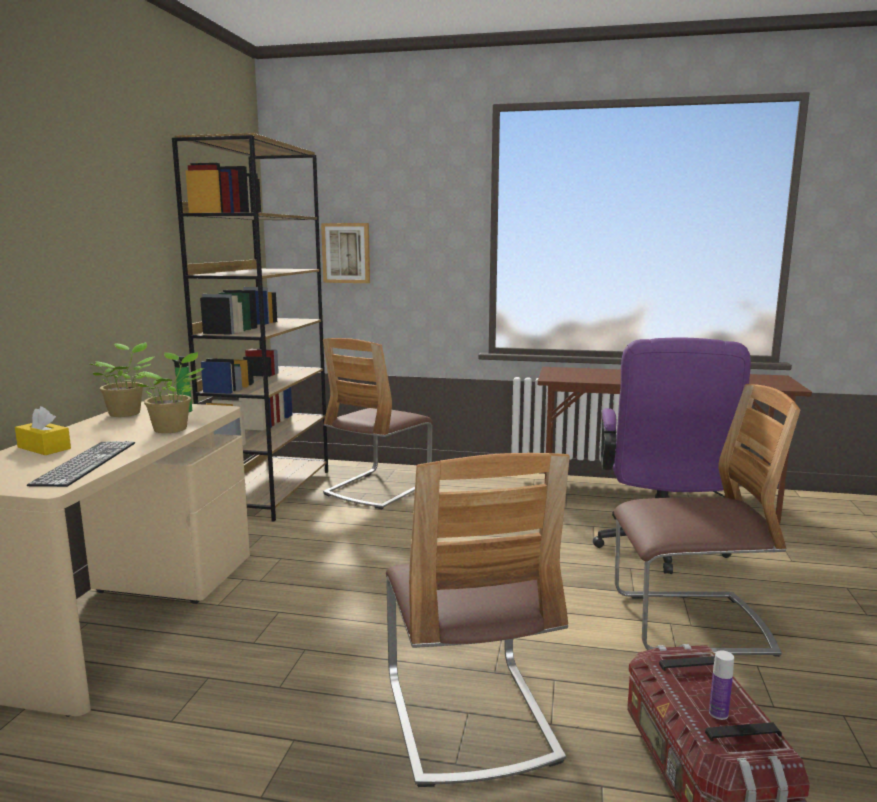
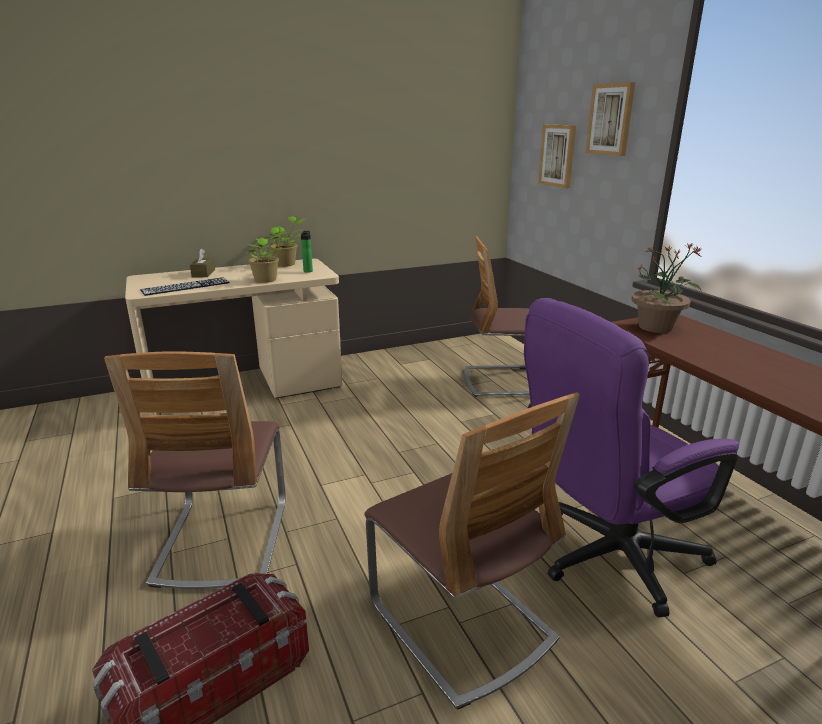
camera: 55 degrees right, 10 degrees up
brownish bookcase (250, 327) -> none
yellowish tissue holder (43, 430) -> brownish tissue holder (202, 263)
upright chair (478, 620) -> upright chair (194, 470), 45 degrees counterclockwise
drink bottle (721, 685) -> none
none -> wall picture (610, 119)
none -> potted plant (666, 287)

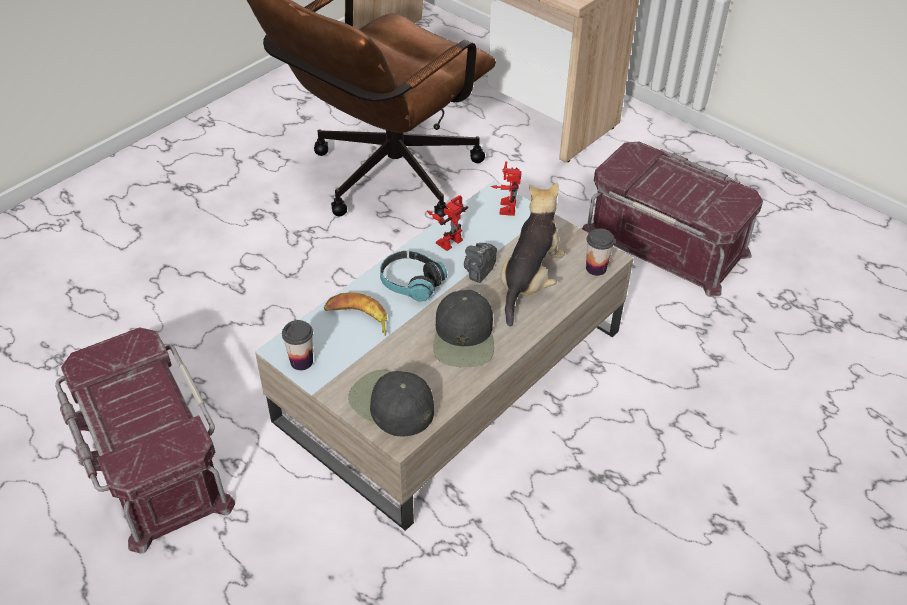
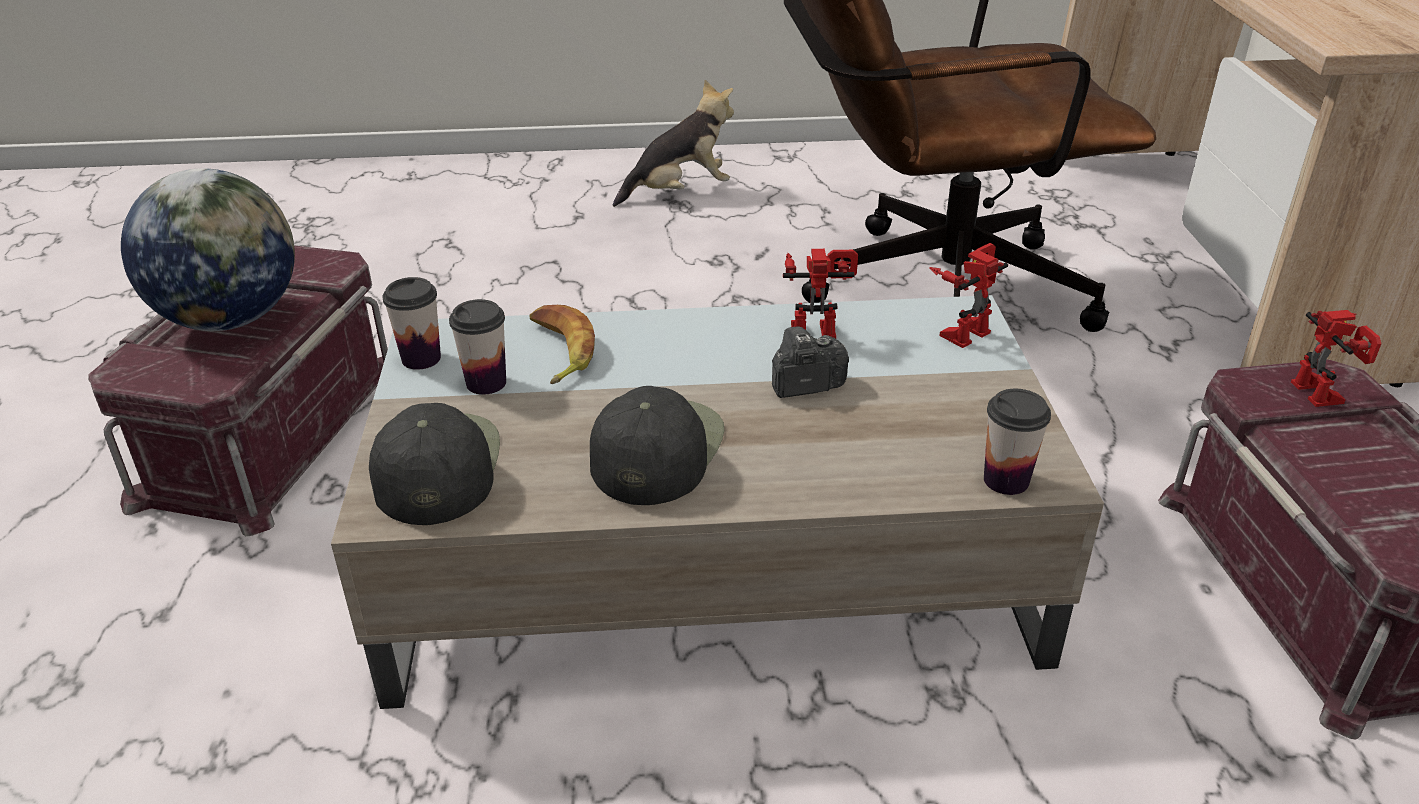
camera: 45 degrees right, 10 degrees down
cuddly toy (533, 255) -> cuddly toy (673, 143), move
headset (413, 276) -> none
blackish cap (463, 328) -> blackish cap (657, 445), 150 degrees clockwise
none -> desk globe (208, 249)
none -> cup (477, 347)
none -> robot figure (1336, 358)

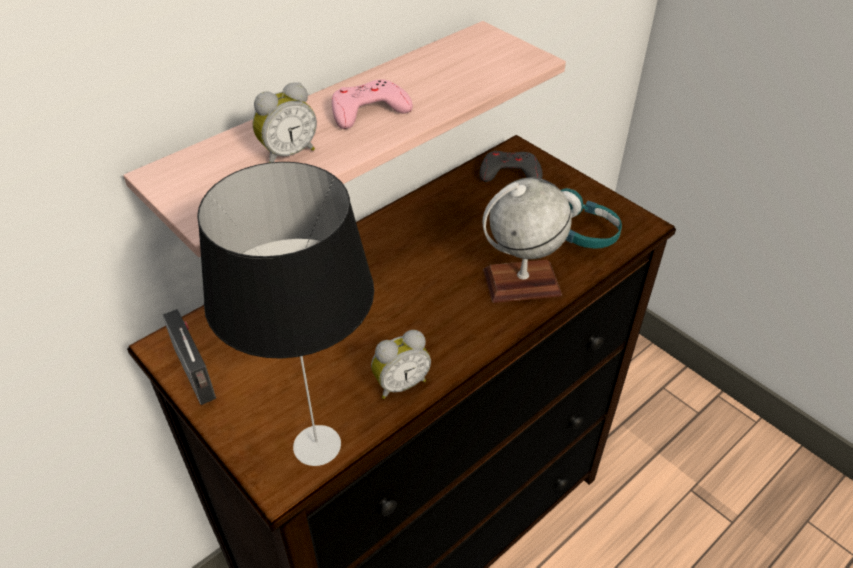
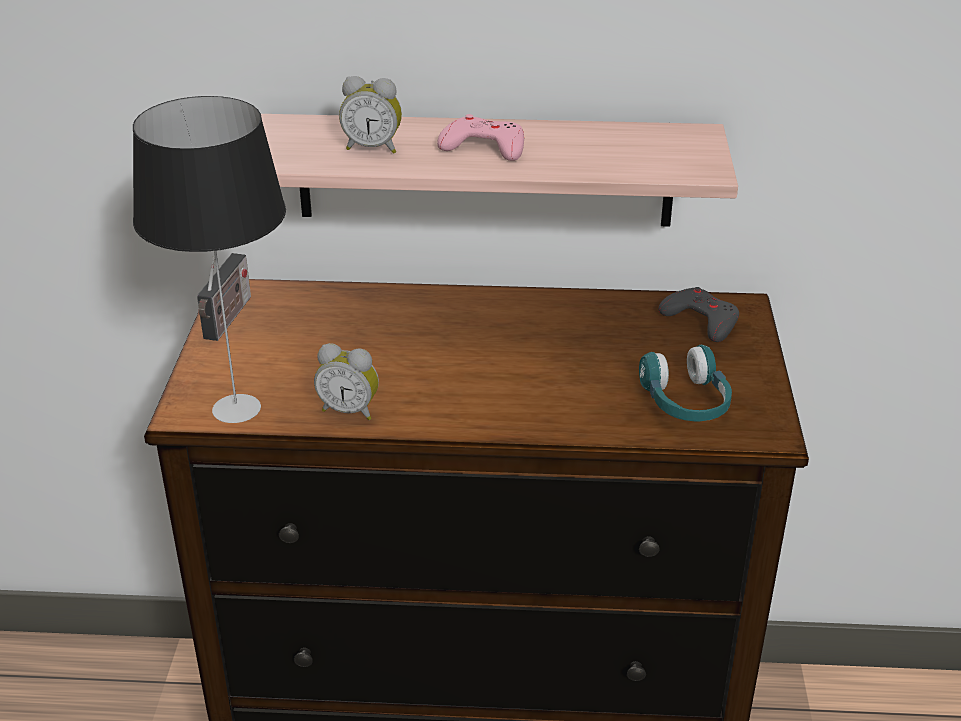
camera: 45 degrees right, 10 degrees down
desk globe (527, 240) -> none

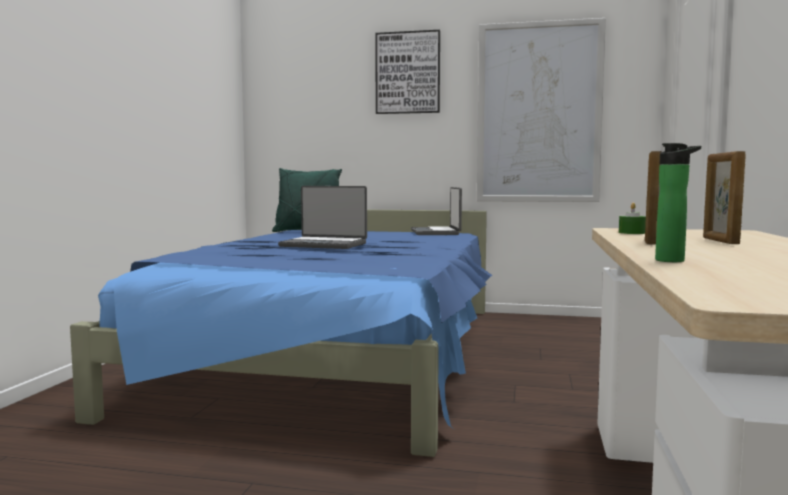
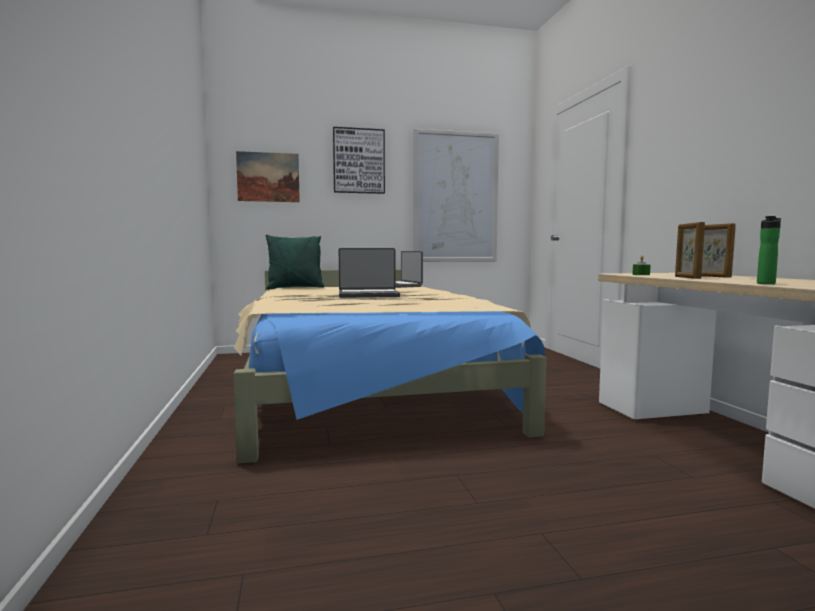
camera: 25 degrees left, 0 degrees up
blue sleeping bed (281, 333) -> beige-coloured sleeping bed (389, 366)
none -> wall picture (268, 176)

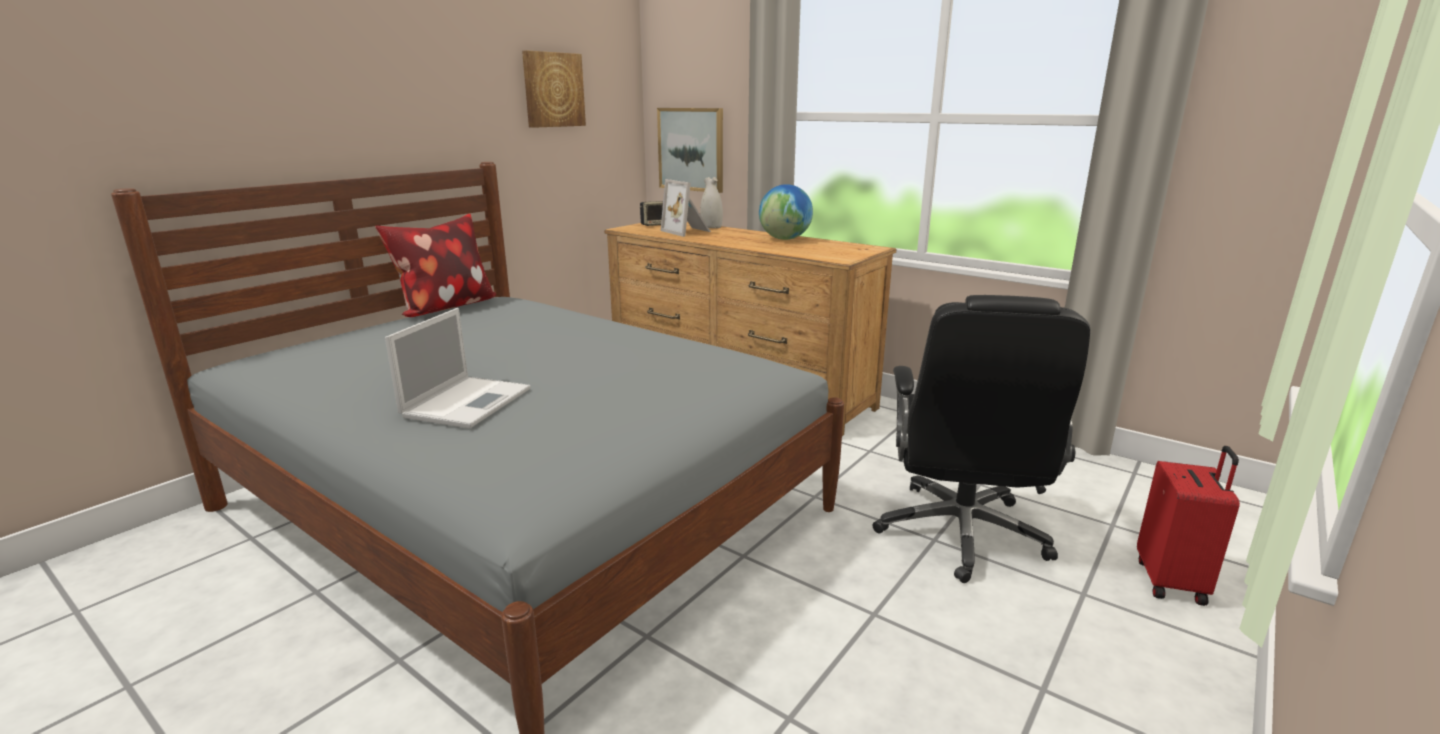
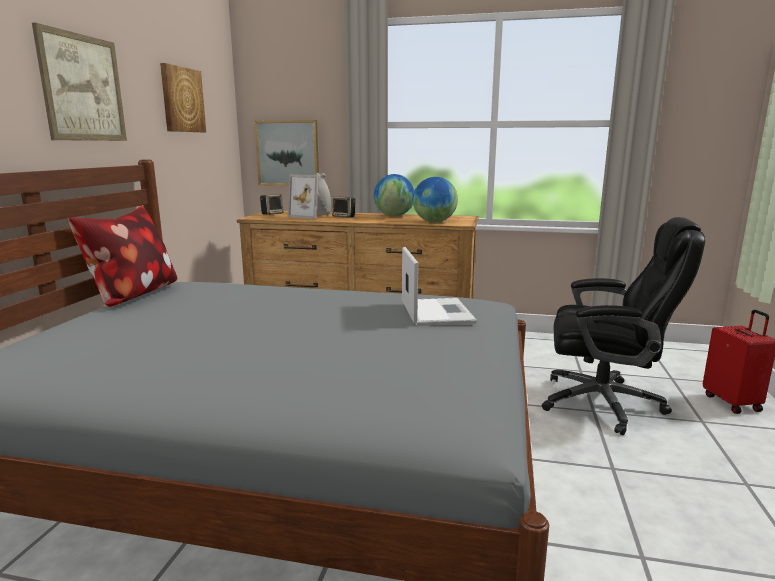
camera: 25 degrees left, 5 degrees down
blackish office chair (981, 439) -> blackish office chair (623, 326), 60 degrees counterclockwise
notebook computer (457, 368) -> notebook computer (439, 286), move
none -> wall picture (79, 82)
none -> desk globe (435, 199)
none -> loudspeaker (344, 207)

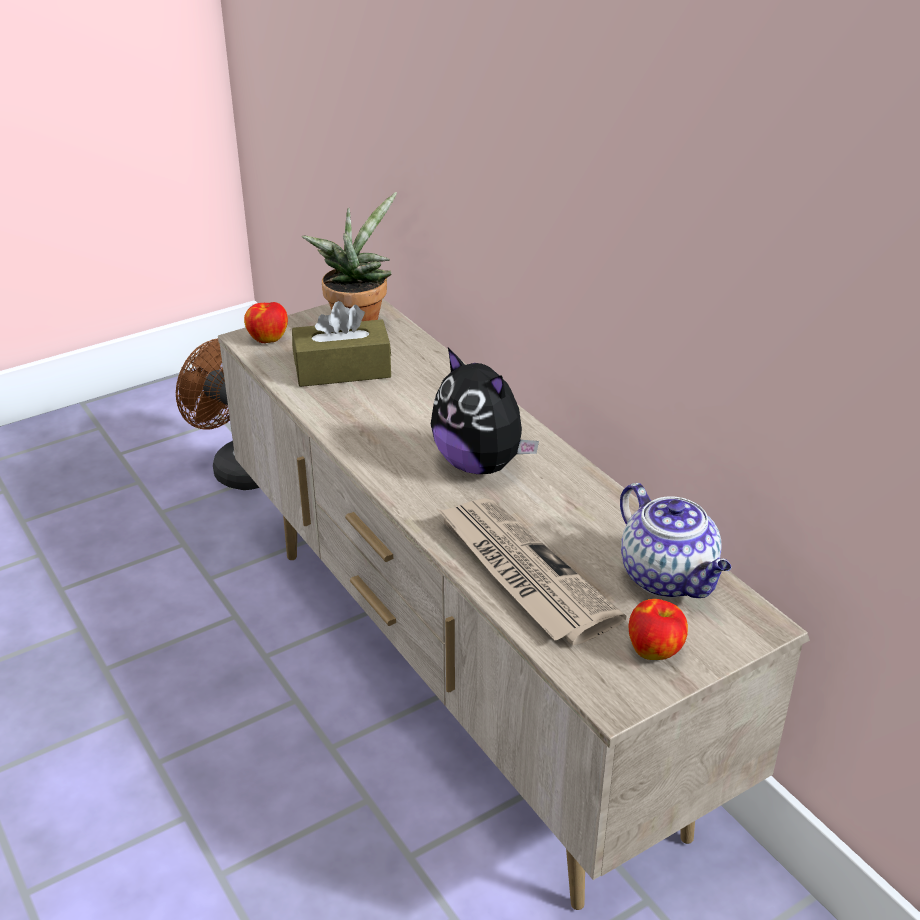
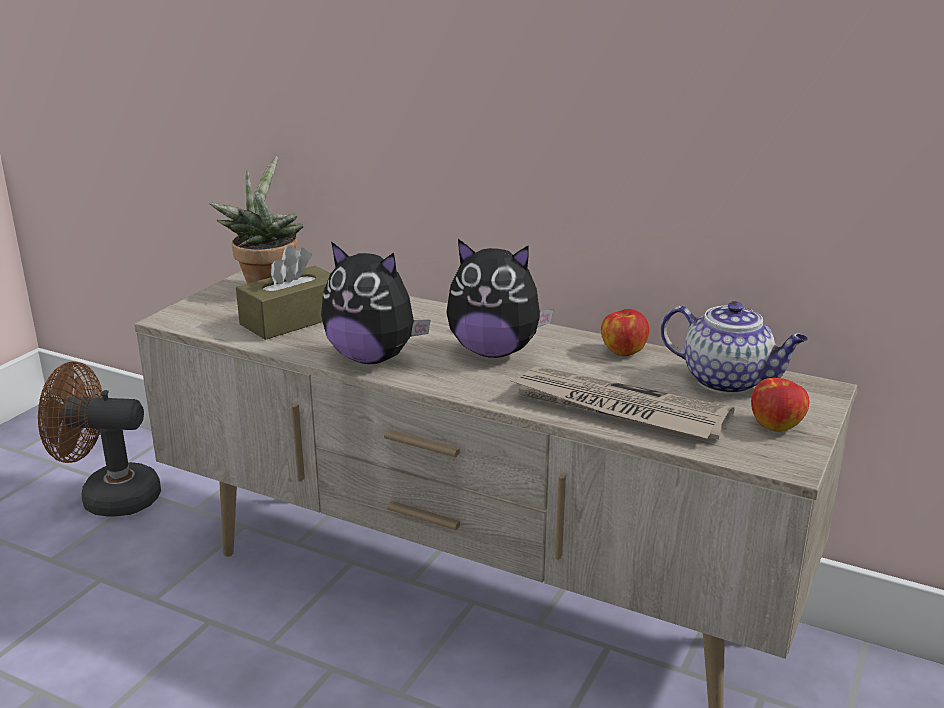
camera: 30 degrees left, 10 degrees down
apple fruit (266, 322) -> apple fruit (625, 332), move
none -> cuddly toy (375, 302)

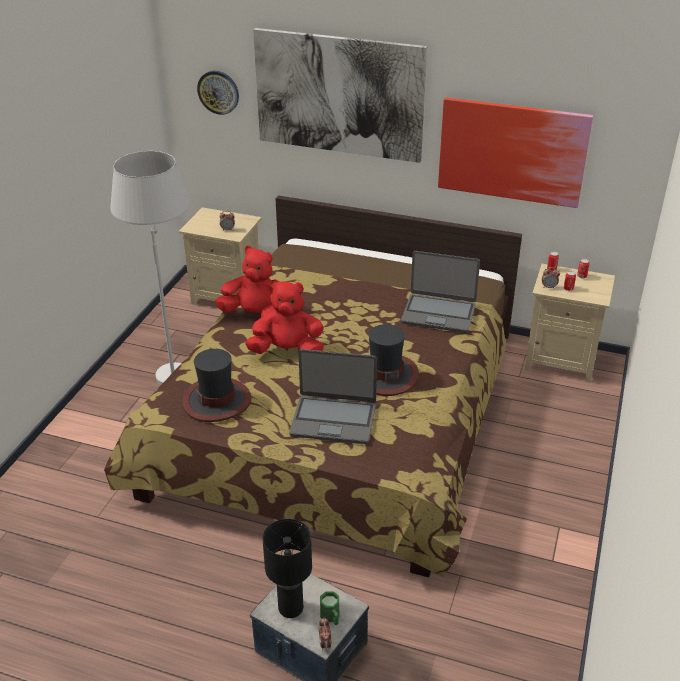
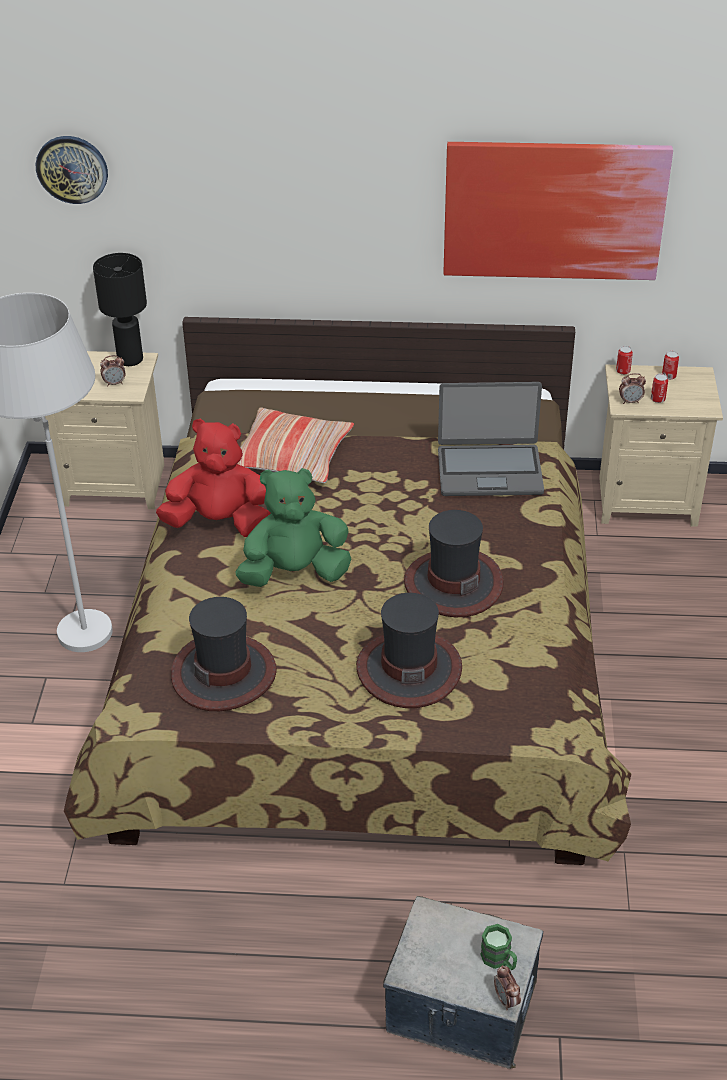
camera: 15 degrees left, 5 degrees up
wall picture (340, 95) -> none
red cuddly toy (284, 316) -> green cuddly toy (293, 527)
notebook computer (333, 396) -> hat (409, 650)
blackish lamp for a table (287, 568) -> blackish lamp for a table (120, 309), move
none -> throw pillow (295, 445)

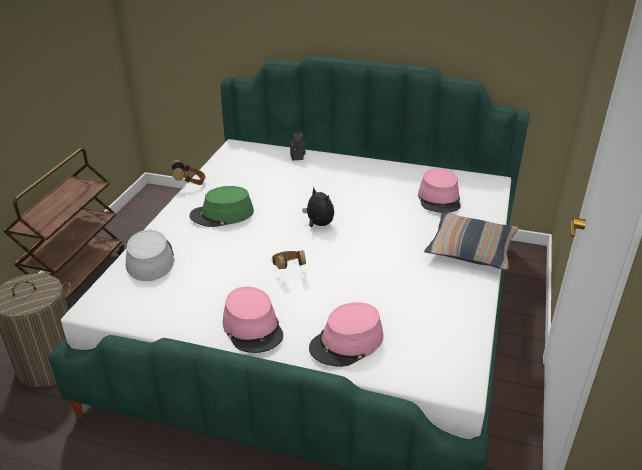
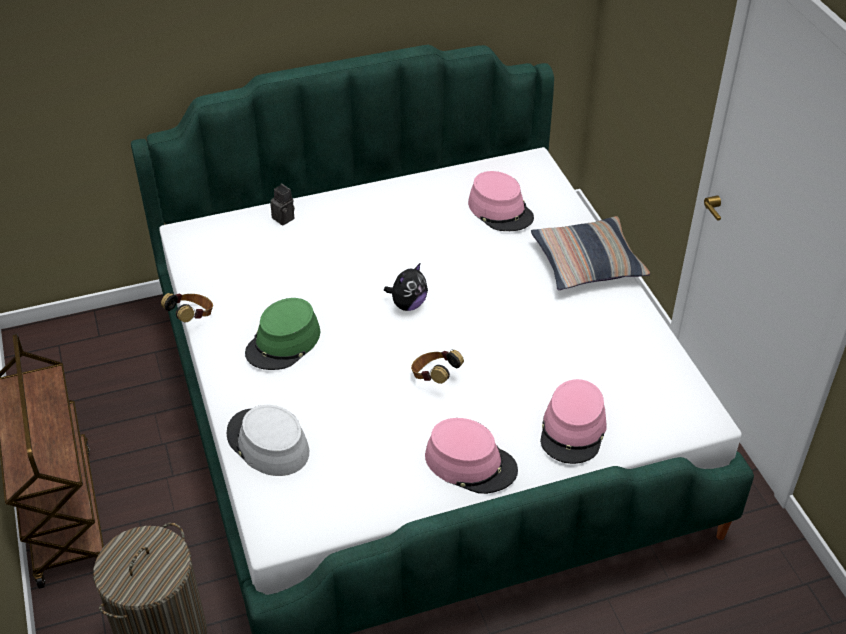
camera: 35 degrees left, 10 degrees up
cuddly toy (318, 207) -> cuddly toy (406, 286), 120 degrees clockwise

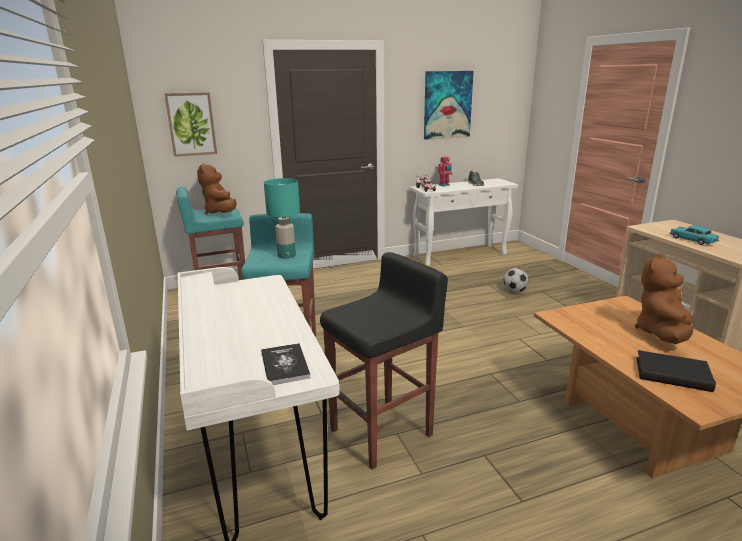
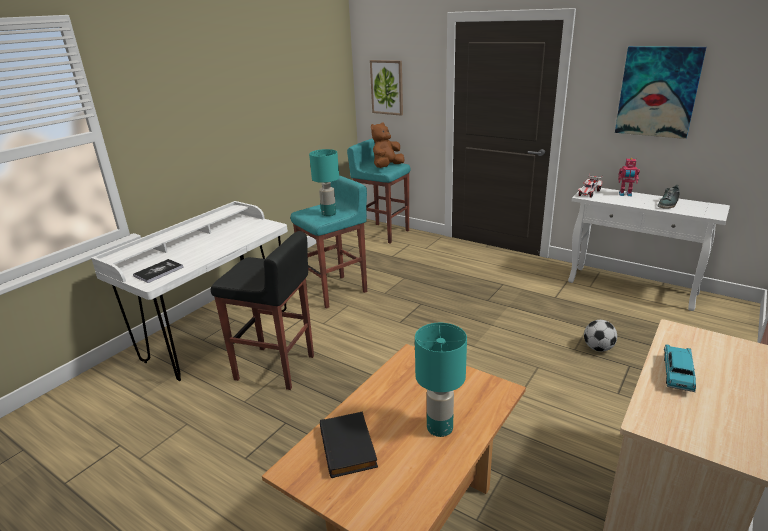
camera: 55 degrees right, 5 degrees up
brownish cuddly toy (664, 299) -> turquoise lamp for a table (441, 380)

